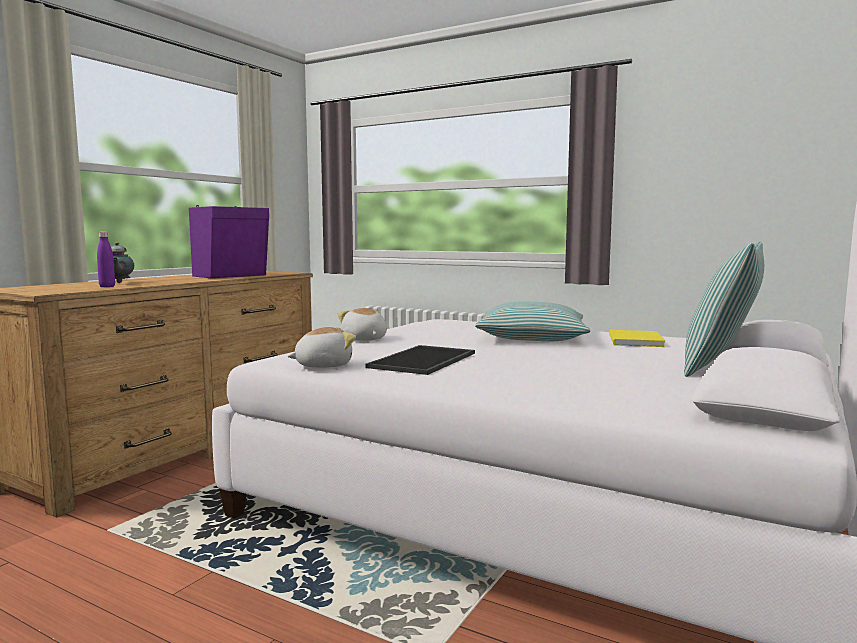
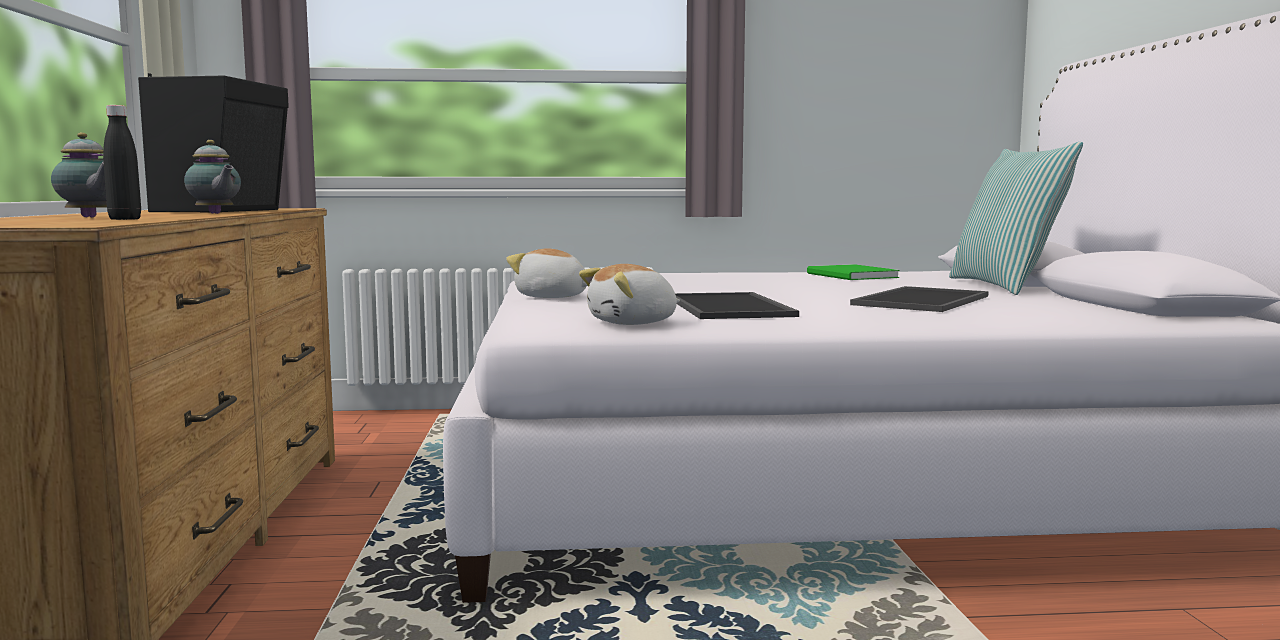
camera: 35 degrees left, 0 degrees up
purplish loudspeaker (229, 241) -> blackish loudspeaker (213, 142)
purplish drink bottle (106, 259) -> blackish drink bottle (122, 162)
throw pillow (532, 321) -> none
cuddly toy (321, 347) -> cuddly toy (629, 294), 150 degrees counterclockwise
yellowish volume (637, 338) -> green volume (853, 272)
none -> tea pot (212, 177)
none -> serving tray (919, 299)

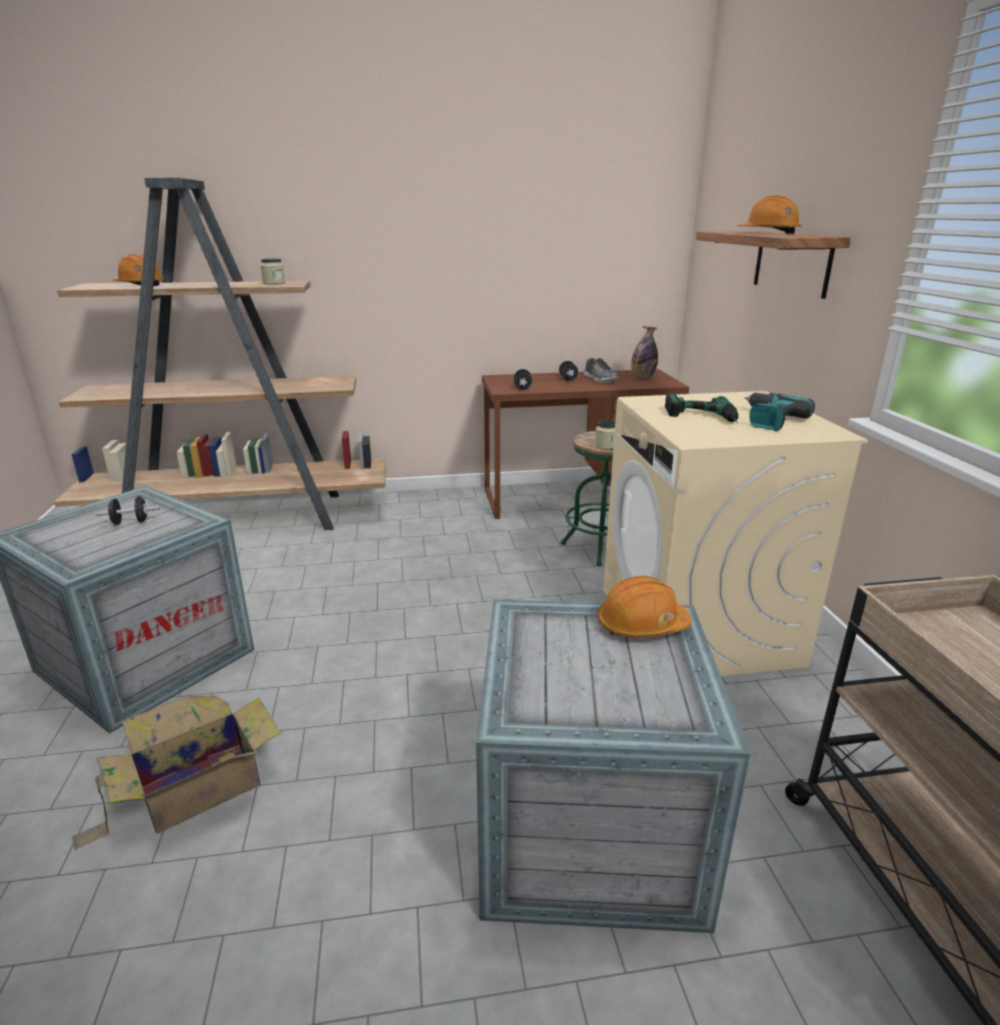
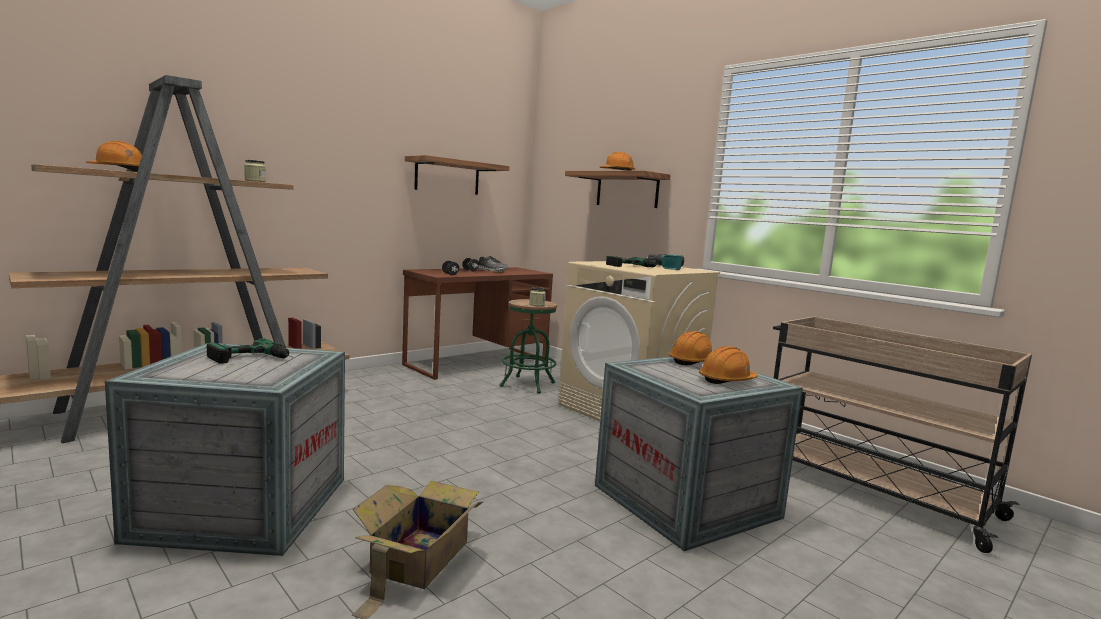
camera: 35 degrees left, 15 degrees down
drink bottle (644, 352) -> none
blackish dumbbell (127, 510) -> electric drill (250, 351)
none -> bracket shelf (457, 175)
none -> orange hard hat (728, 365)

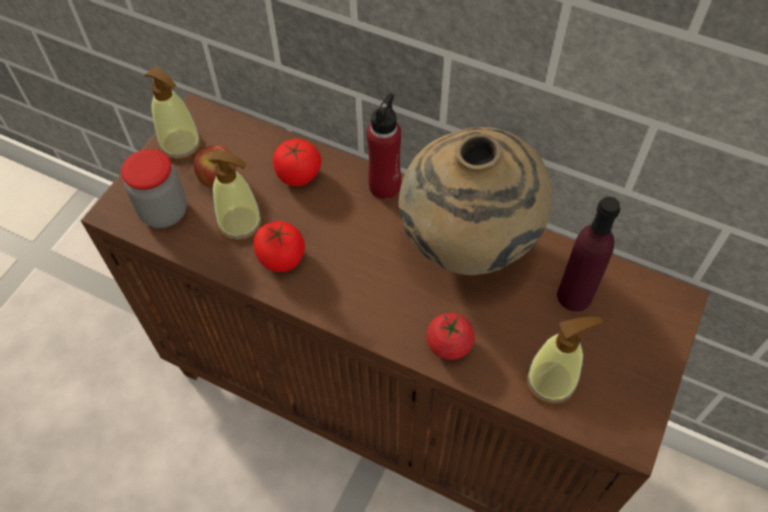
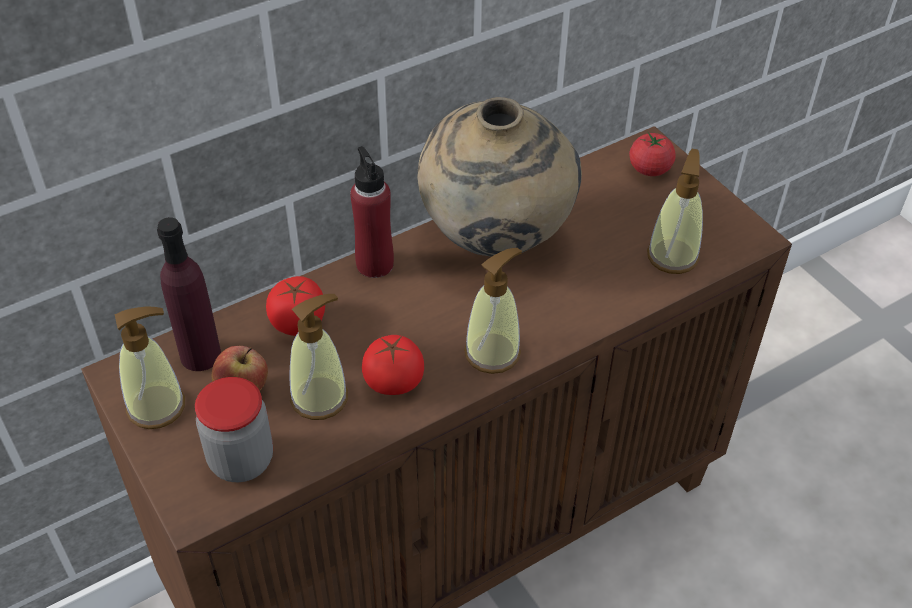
camera: 60 degrees left, 10 degrees down
purplish drink bottle (588, 253) -> purplish drink bottle (189, 294), move
whole tomato (450, 336) -> whole tomato (652, 154), move
none -> soap dispenser (493, 311)

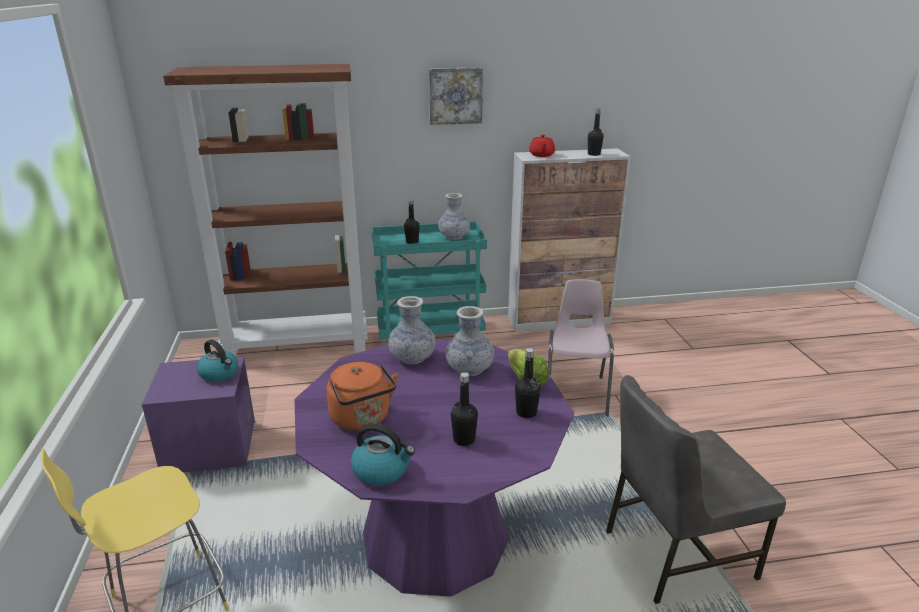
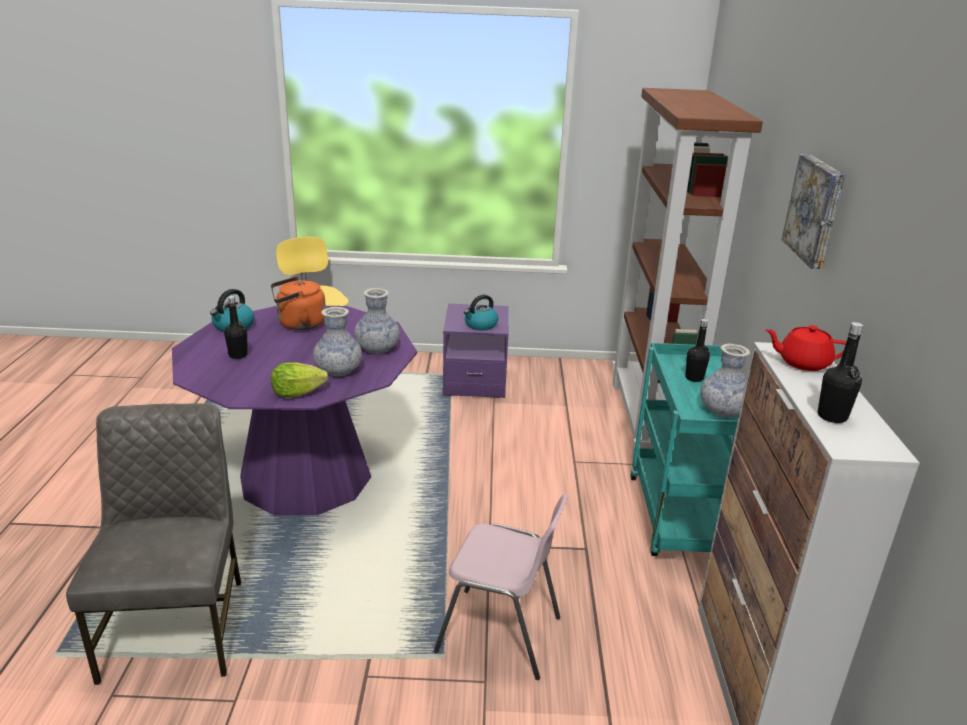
camera: 100 degrees right, 0 degrees up
blackish drink bottle (528, 383) -> none

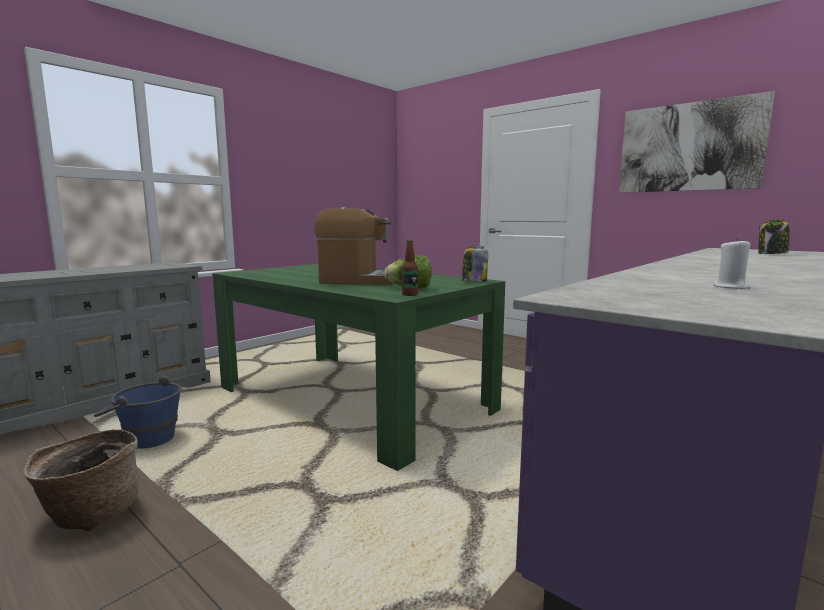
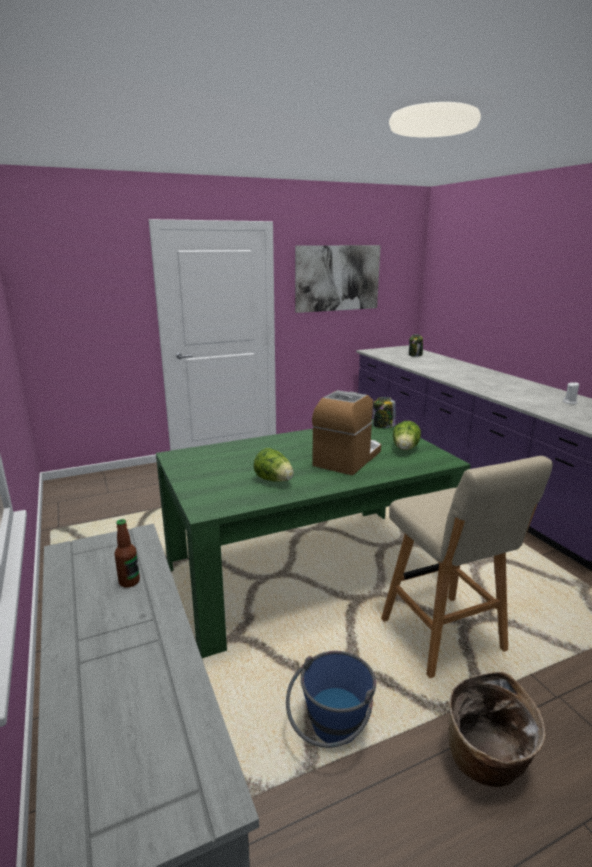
camera: 65 degrees left, 10 degrees up
drink bottle (410, 268) -> drink bottle (127, 553), move
none -> head of lettuce (274, 465)
none -> beige-coloured sitting stool (467, 567)

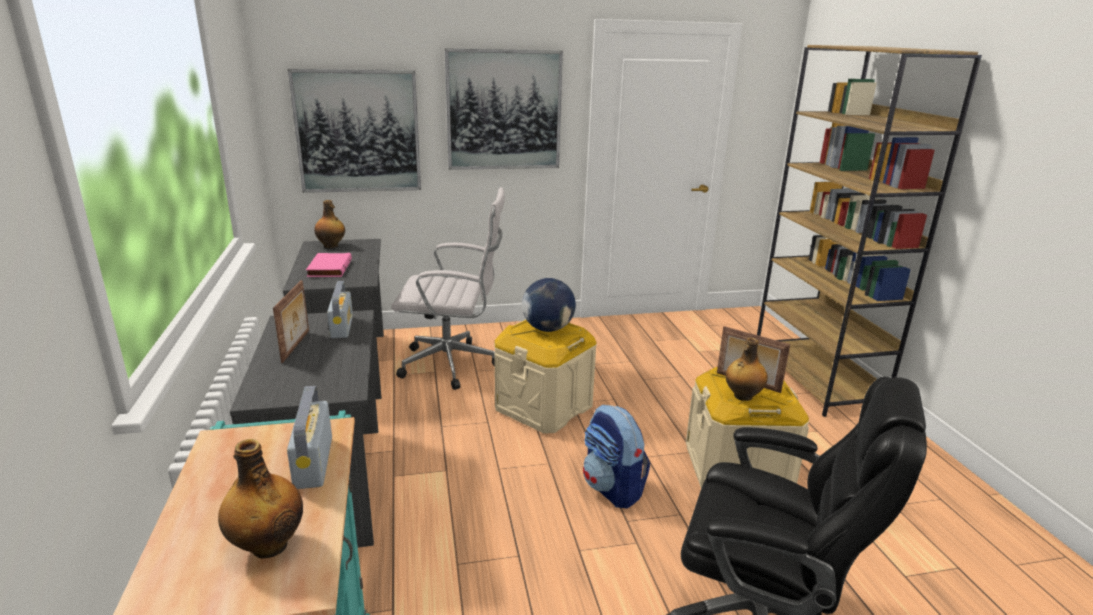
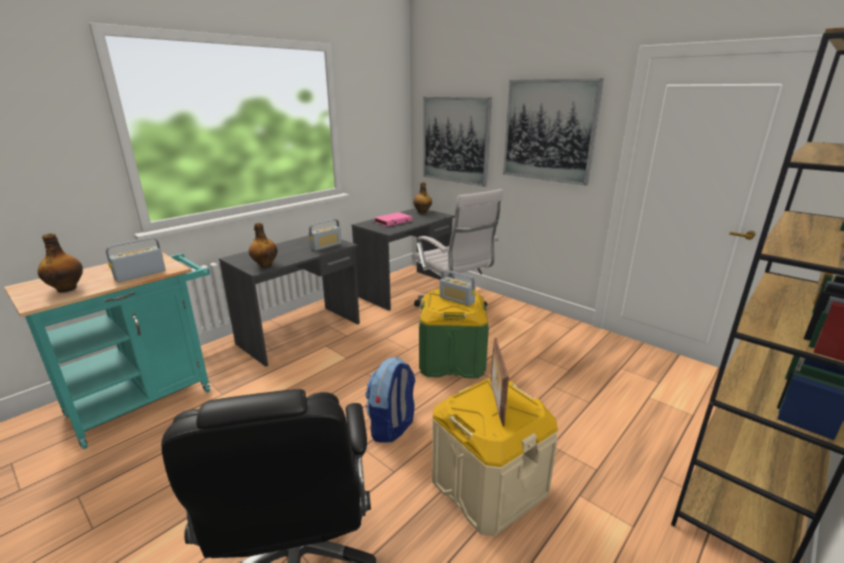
camera: 55 degrees right, 0 degrees up
desk globe (549, 305) -> radio (458, 288)
photo frame (291, 321) -> none
beige-coloured storage bin (545, 376) -> green storage bin (454, 333)
drink bottle (747, 369) -> drink bottle (263, 245), move

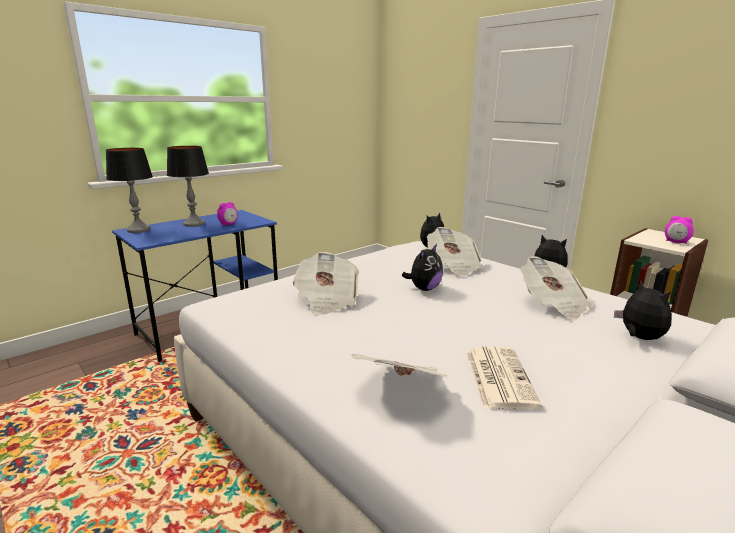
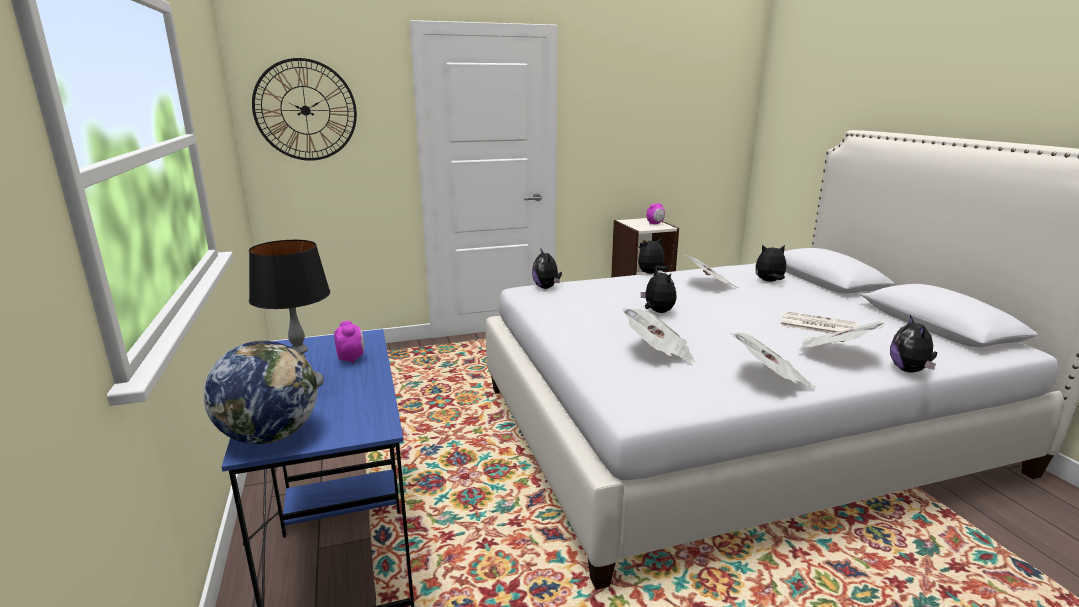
camera: 65 degrees left, 0 degrees up
lamp for a table (129, 190) -> desk globe (260, 392)
daily paper (455, 252) -> daily paper (773, 359), move
none -> hanging clock (304, 109)
none -> cuddly toy (913, 344)

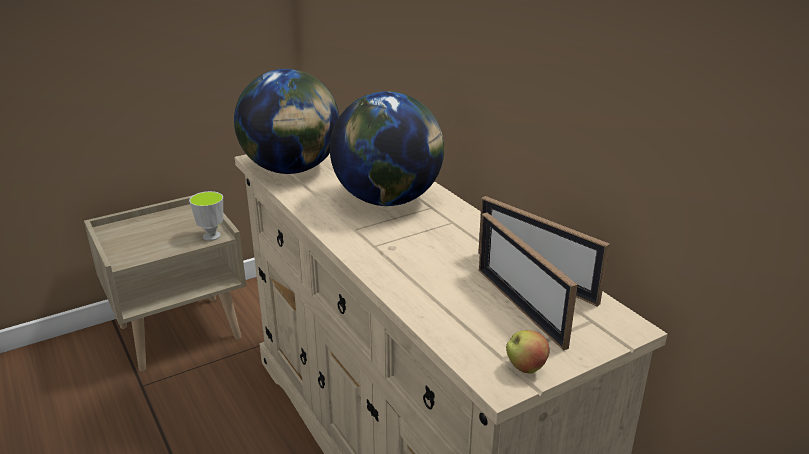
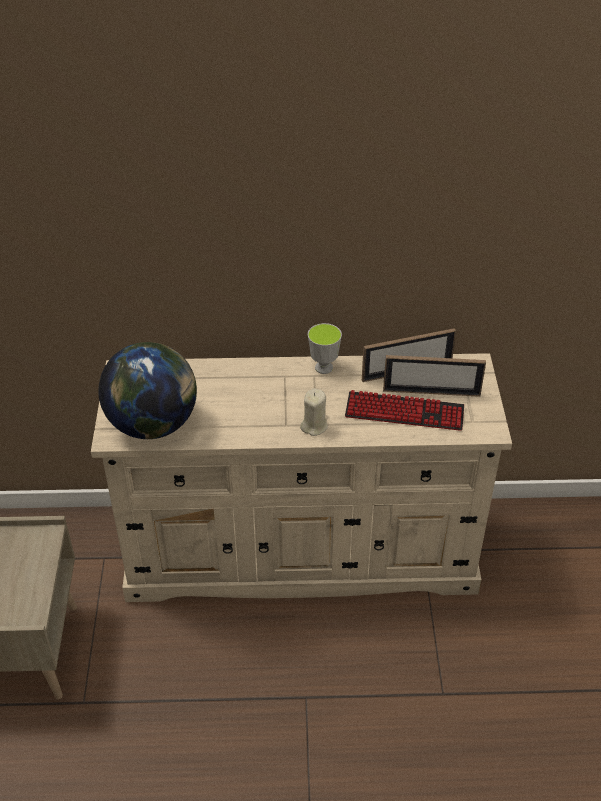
camera: 60 degrees left, 15 degrees up
desk globe (387, 148) -> none
cup (206, 216) -> cup (325, 348), move
apple fruit (528, 352) -> none
none -> beige-coloured wax light (314, 412)
none -> PC keyboard (404, 410)

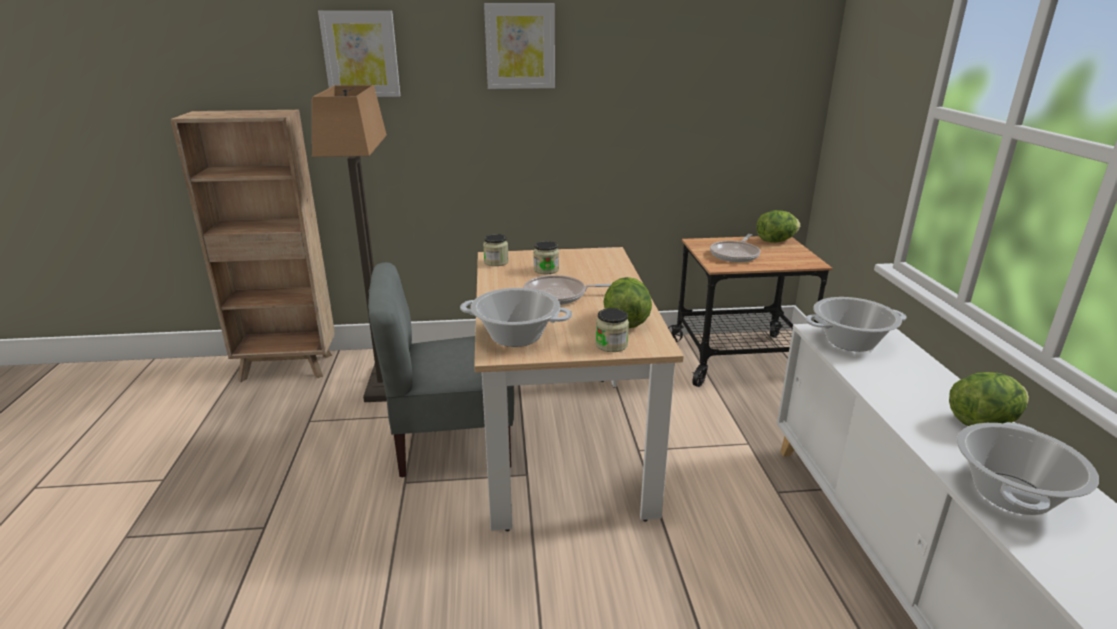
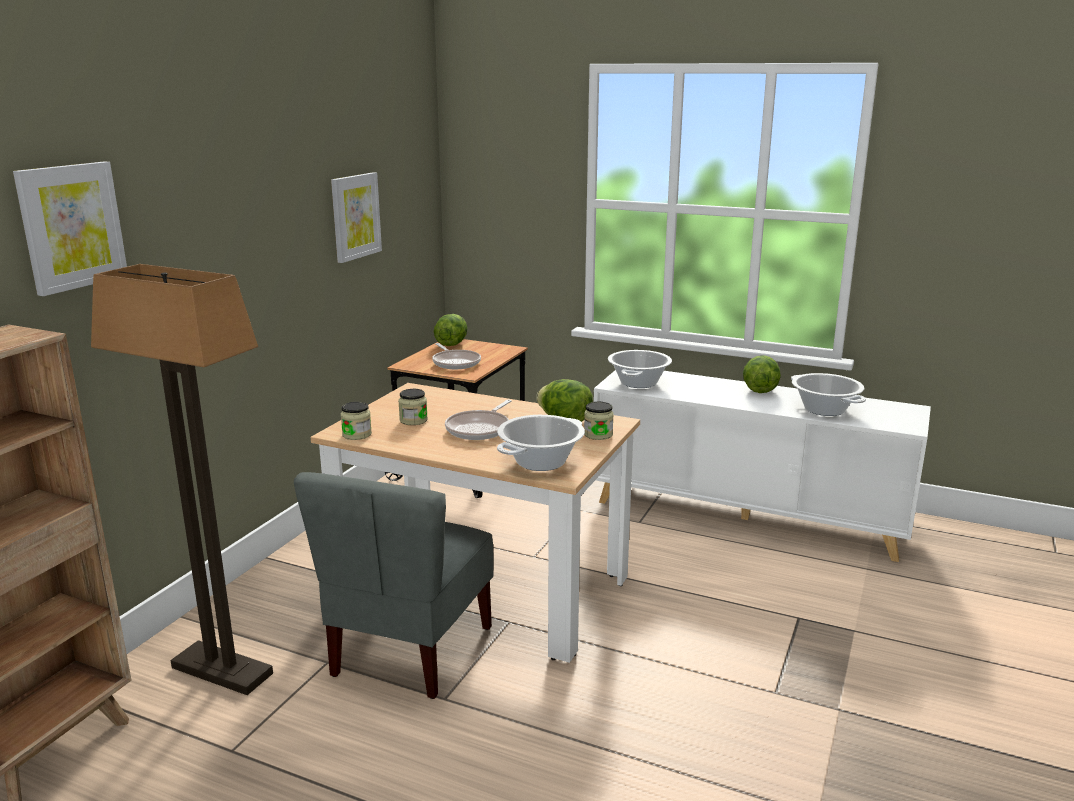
camera: 60 degrees left, 5 degrees down
wall picture (519, 46) -> wall picture (356, 217), move

